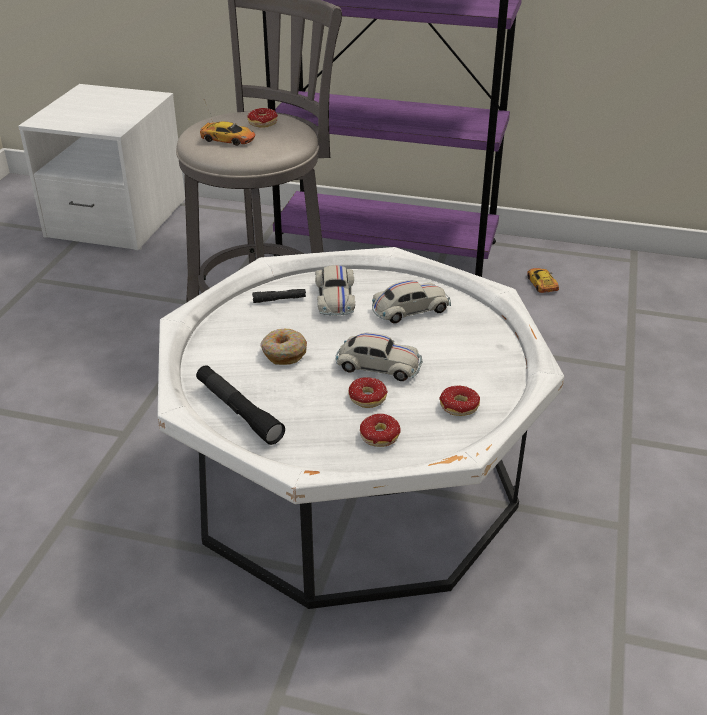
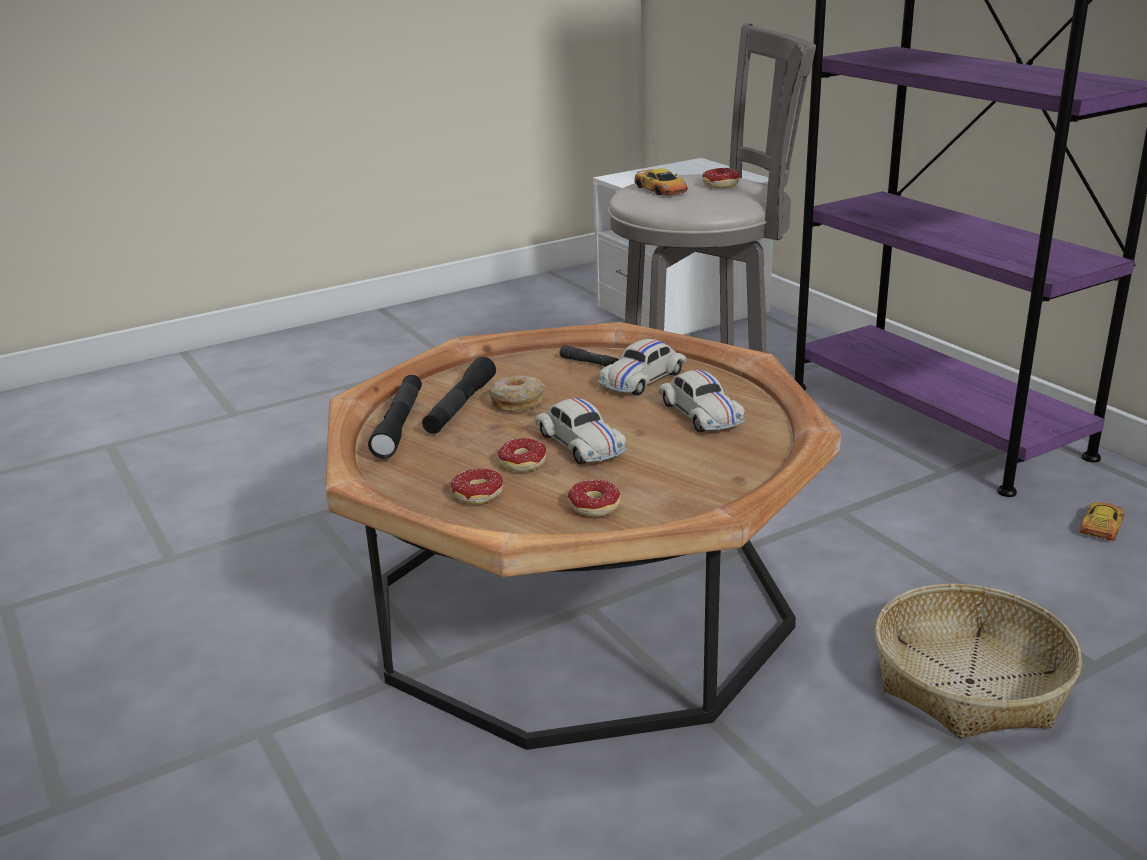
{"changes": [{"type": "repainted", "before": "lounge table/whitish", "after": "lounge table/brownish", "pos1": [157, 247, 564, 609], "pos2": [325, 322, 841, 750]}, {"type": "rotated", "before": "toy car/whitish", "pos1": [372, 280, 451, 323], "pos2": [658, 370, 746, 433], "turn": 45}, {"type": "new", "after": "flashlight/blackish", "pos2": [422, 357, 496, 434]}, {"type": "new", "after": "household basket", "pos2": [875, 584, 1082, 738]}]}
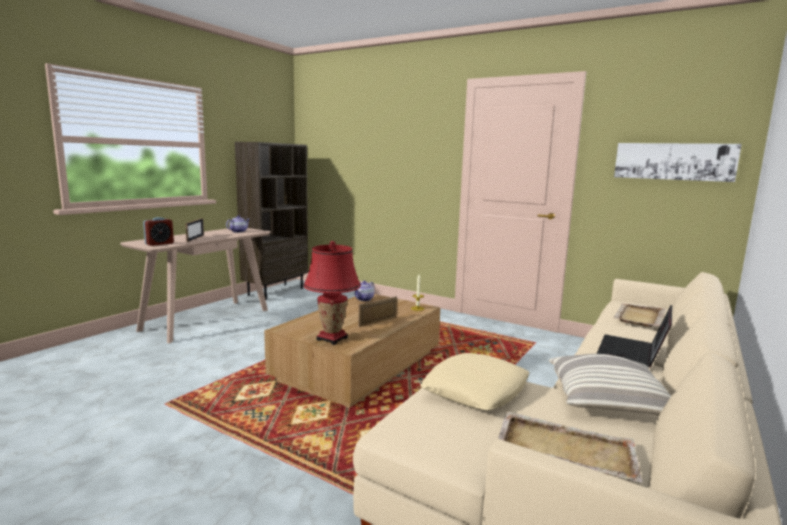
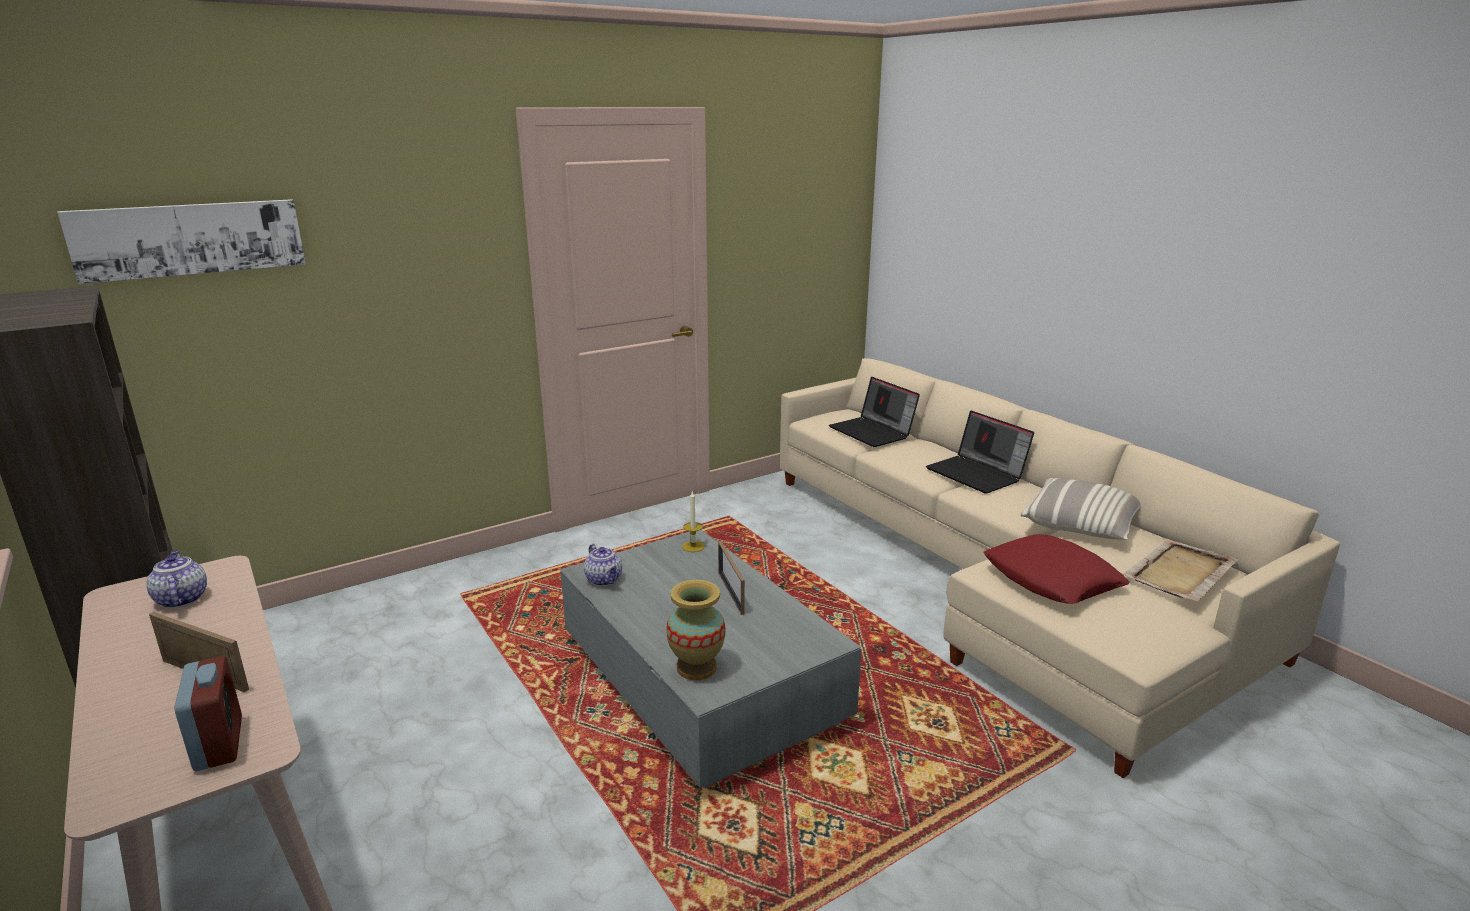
{"changes": [{"type": "shifted", "before": "picture", "pos1": [614, 143, 742, 182], "pos2": [57, 199, 306, 284]}, {"type": "gone", "before": "table lamp/reddish", "pos1": [303, 241, 361, 345]}, {"type": "repainted", "before": "lounge table/brownish", "after": "lounge table/gray", "pos1": [264, 294, 440, 408], "pos2": [560, 530, 861, 788]}, {"type": "swapped", "before": "tray/beige-coloured", "after": "laptop", "pos1": [613, 303, 666, 327], "pos2": [829, 377, 920, 447]}, {"type": "repainted", "before": "throw pillow/beige-coloured", "after": "throw pillow/reddish", "pos1": [420, 353, 529, 410], "pos2": [983, 534, 1130, 604]}, {"type": "new", "after": "vase", "pos2": [666, 580, 726, 680]}]}
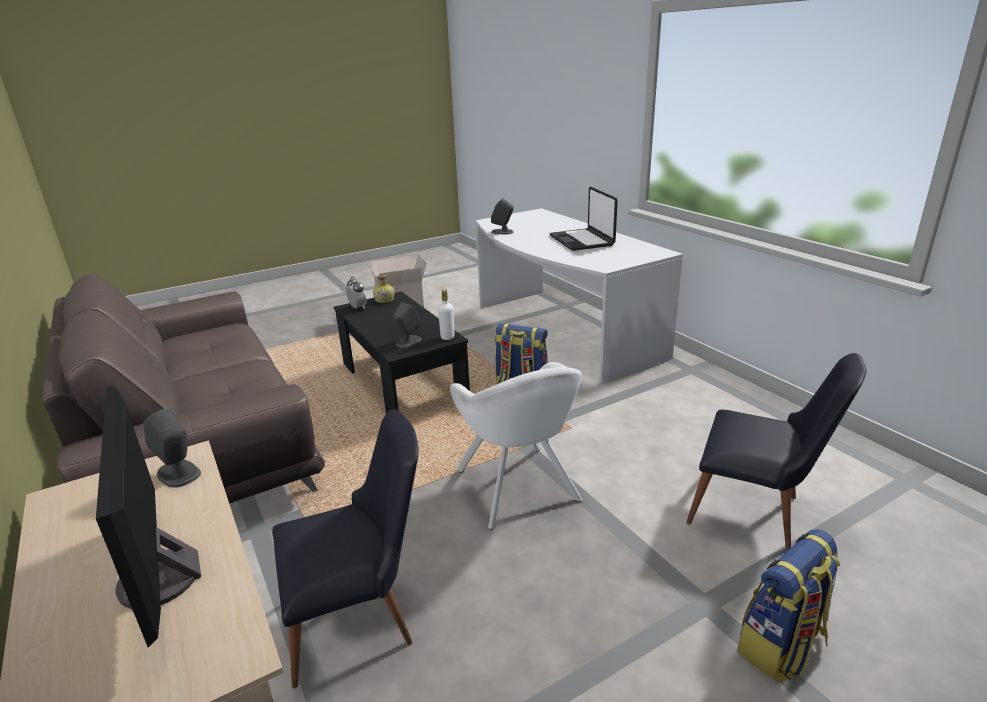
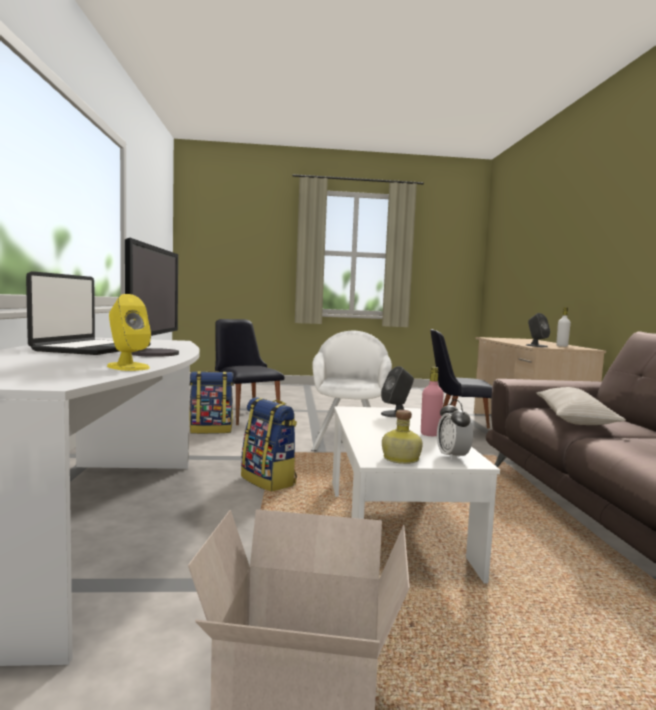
{"changes": [{"type": "repainted", "before": "loudspeaker/gray", "after": "loudspeaker/yellow-coloured", "pos1": [491, 198, 514, 234], "pos2": [107, 294, 151, 371]}, {"type": "shifted", "before": "bottle/whitish", "pos1": [438, 289, 455, 340], "pos2": [556, 307, 571, 347]}, {"type": "repainted", "before": "lounge table/blackish", "after": "lounge table/whitish", "pos1": [334, 291, 470, 414], "pos2": [332, 406, 500, 584]}, {"type": "shifted", "before": "computer display", "pos1": [96, 386, 201, 647], "pos2": [125, 238, 179, 357]}, {"type": "shifted", "before": "rucksack", "pos1": [737, 529, 840, 683], "pos2": [190, 371, 234, 434]}, {"type": "new", "after": "bottle/pinkish", "pos2": [421, 367, 444, 436]}, {"type": "new", "after": "throw pillow/beige-coloured", "pos2": [536, 387, 626, 425]}]}
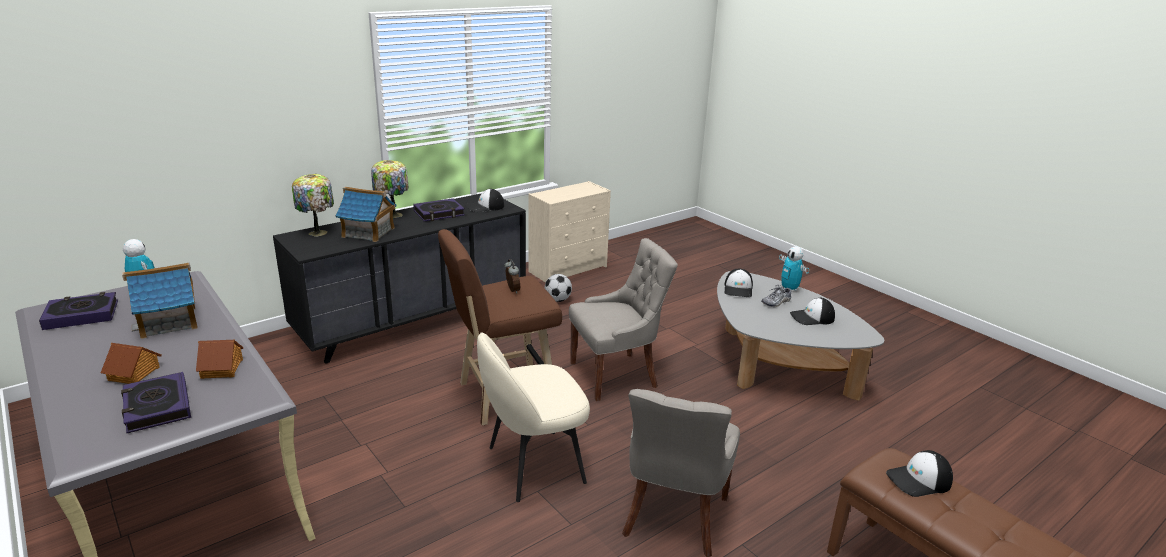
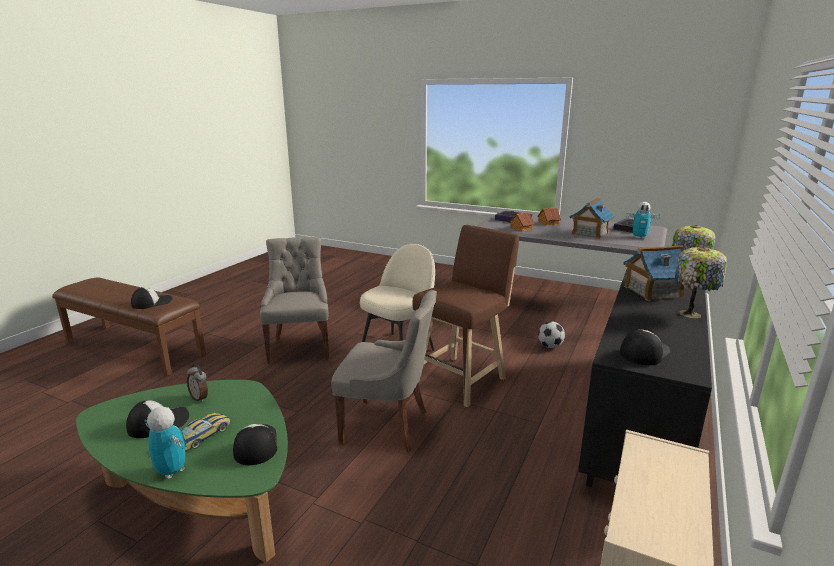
{"changes": [{"type": "gone", "before": "bound book", "pos1": [413, 198, 465, 221]}, {"type": "rotated", "before": "chair/gray", "pos1": [569, 238, 678, 401], "pos2": [331, 290, 437, 453], "turn": -120}, {"type": "shifted", "before": "bedside clock", "pos1": [504, 259, 520, 294], "pos2": [187, 364, 208, 402]}, {"type": "repainted", "before": "lounge table/gray", "after": "lounge table/green-coloured", "pos1": [717, 271, 884, 401], "pos2": [76, 380, 288, 562]}, {"type": "shifted", "before": "football ball", "pos1": [545, 274, 572, 302], "pos2": [538, 321, 565, 348]}, {"type": "swapped", "before": "item of footwear", "after": "toy car", "pos1": [761, 285, 791, 307], "pos2": [182, 413, 230, 451]}]}
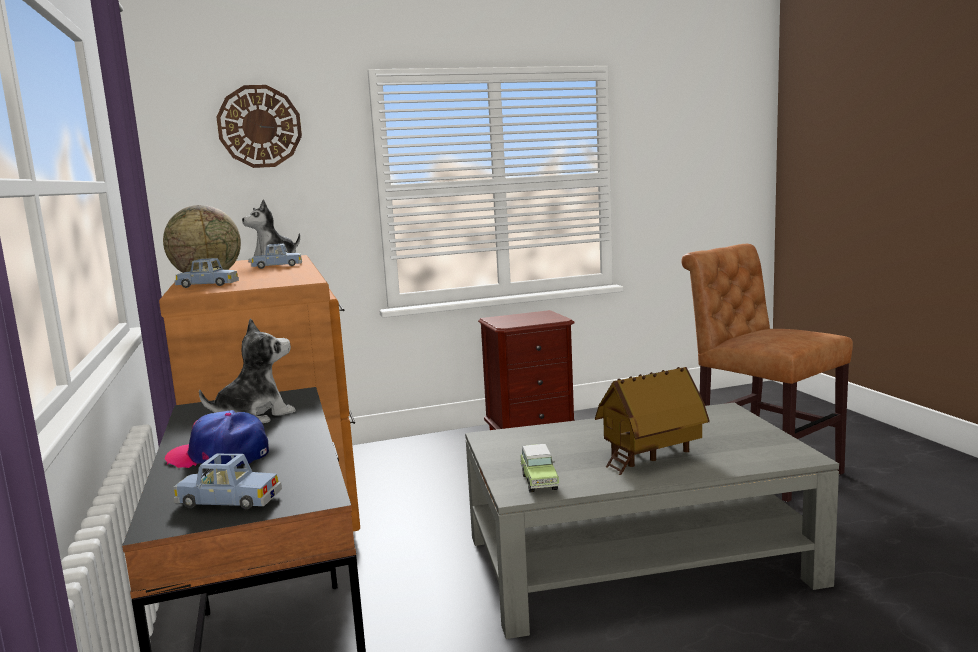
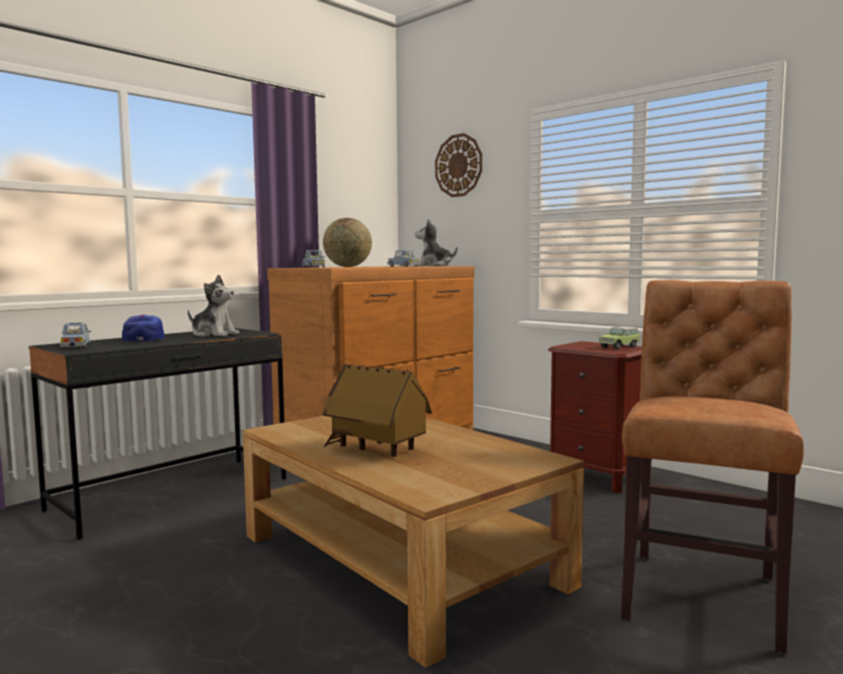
{"changes": [{"type": "repainted", "before": "lounge table/gray", "after": "lounge table/brownish", "pos1": [465, 403, 839, 639], "pos2": [243, 416, 584, 668]}, {"type": "shifted", "before": "toy car", "pos1": [520, 444, 559, 492], "pos2": [599, 326, 640, 349]}]}
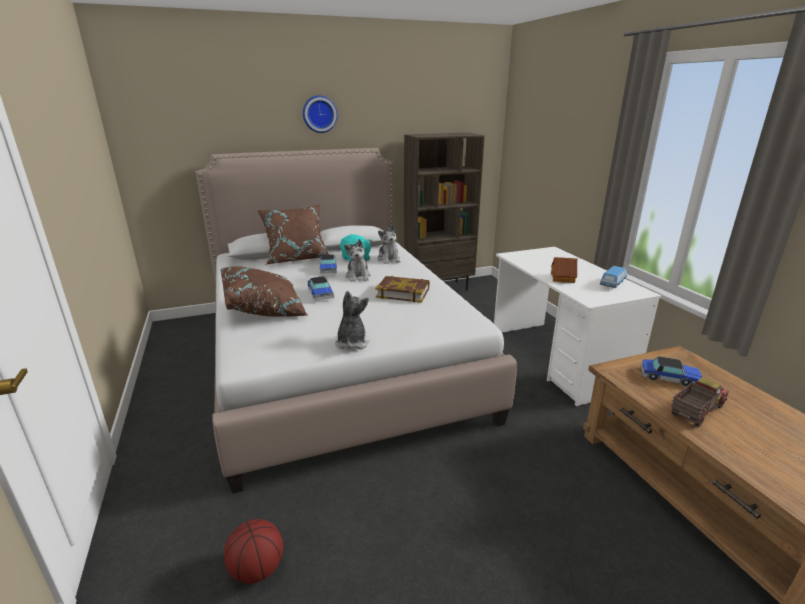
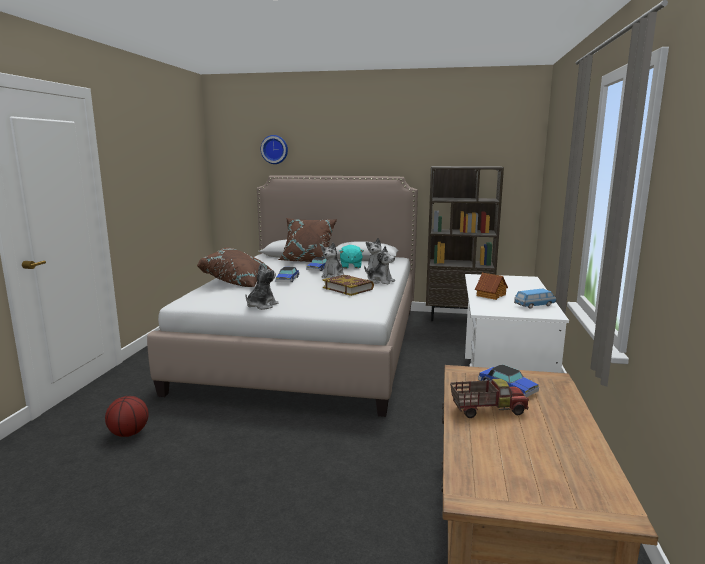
{"changes": [{"type": "shifted", "before": "clock on the wall", "pos1": [303, 95, 337, 133], "pos2": [261, 135, 288, 164]}, {"type": "new", "after": "cuddly toy", "pos2": [364, 246, 395, 284]}]}
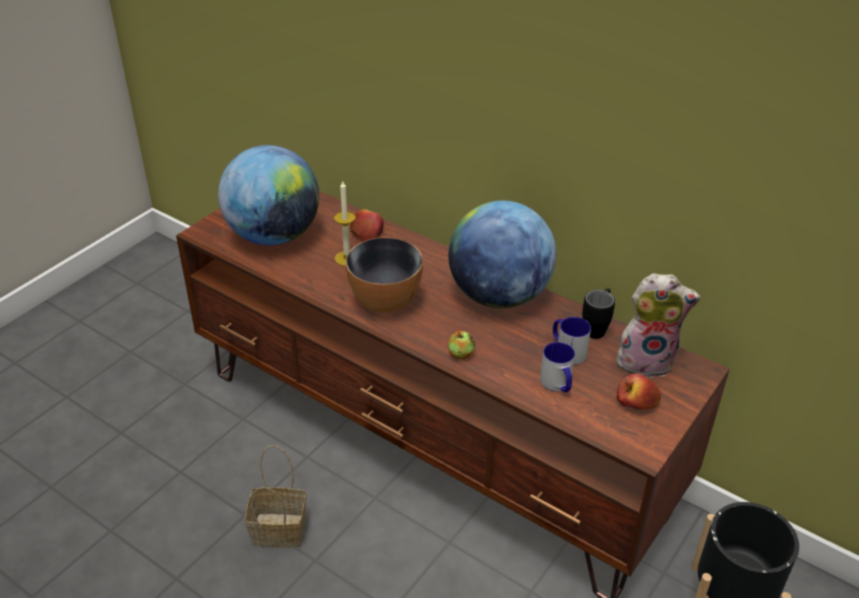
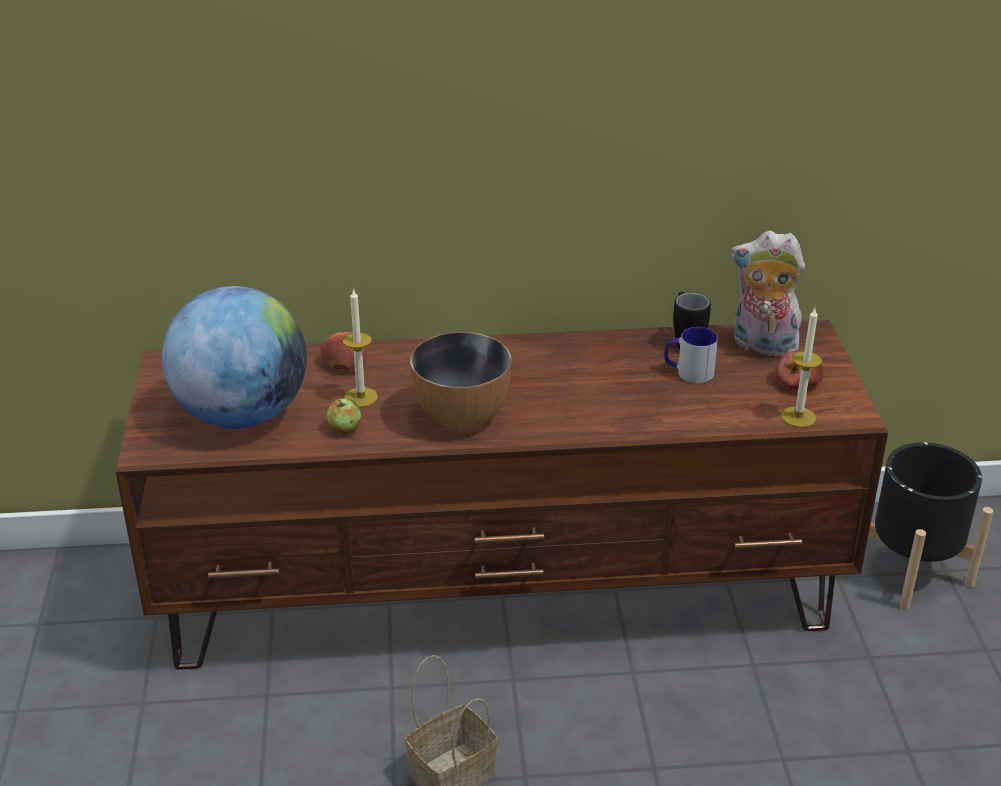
{"changes": [{"type": "gone", "before": "desk globe", "pos1": [448, 201, 556, 308]}, {"type": "rotated", "before": "cuddly toy", "pos1": [616, 273, 701, 378], "pos2": [731, 230, 805, 357], "turn": -120}, {"type": "shifted", "before": "apple", "pos1": [448, 331, 475, 359], "pos2": [327, 399, 361, 434]}, {"type": "gone", "before": "mug", "pos1": [540, 342, 575, 392]}, {"type": "new", "after": "wax light", "pos2": [781, 308, 822, 427]}]}
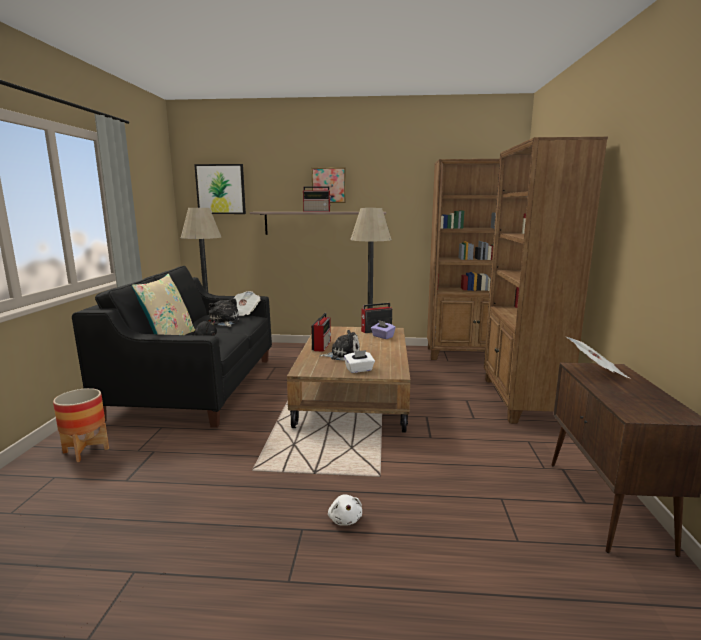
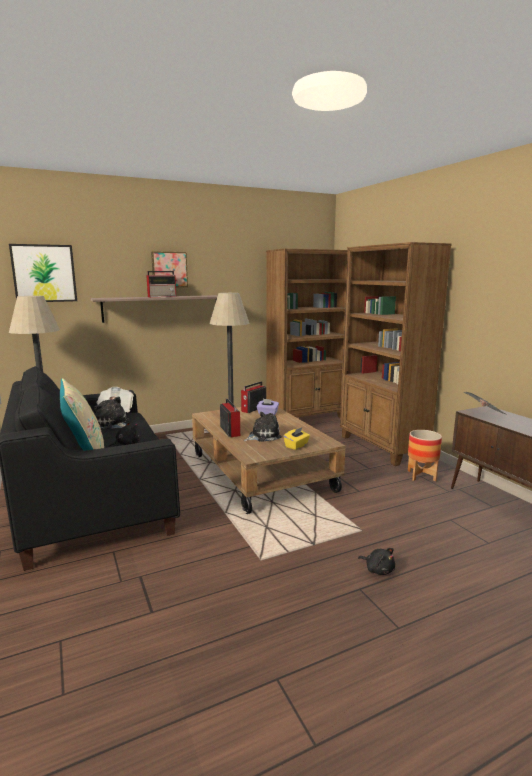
{"changes": [{"type": "repainted", "before": "box of tissues/whitish", "after": "box of tissues/yellow-coloured", "pos1": [344, 350, 375, 373], "pos2": [283, 427, 310, 450]}, {"type": "shifted", "before": "planter", "pos1": [53, 388, 109, 462], "pos2": [408, 430, 442, 482]}, {"type": "repainted", "before": "cuddly toy/whitish", "after": "cuddly toy/blackish", "pos1": [328, 494, 362, 526], "pos2": [358, 548, 395, 575]}]}
